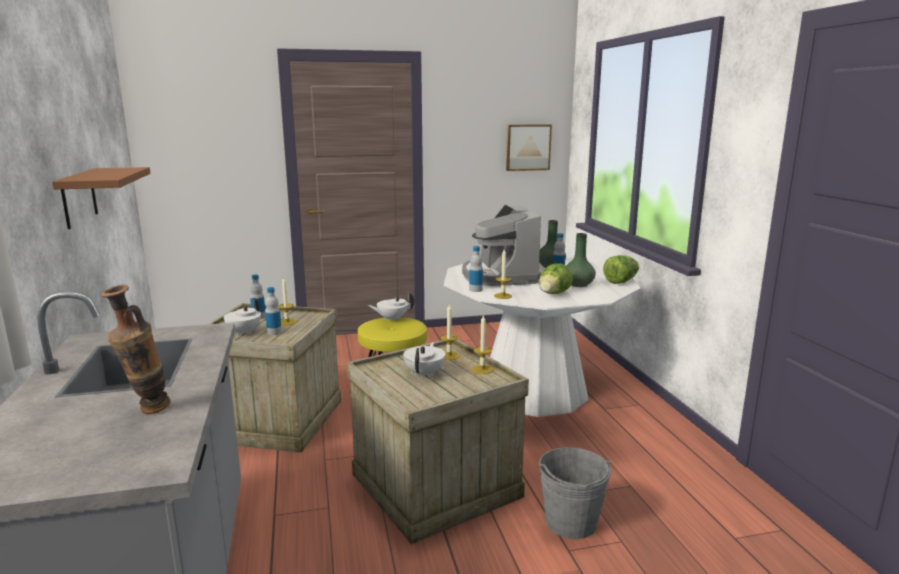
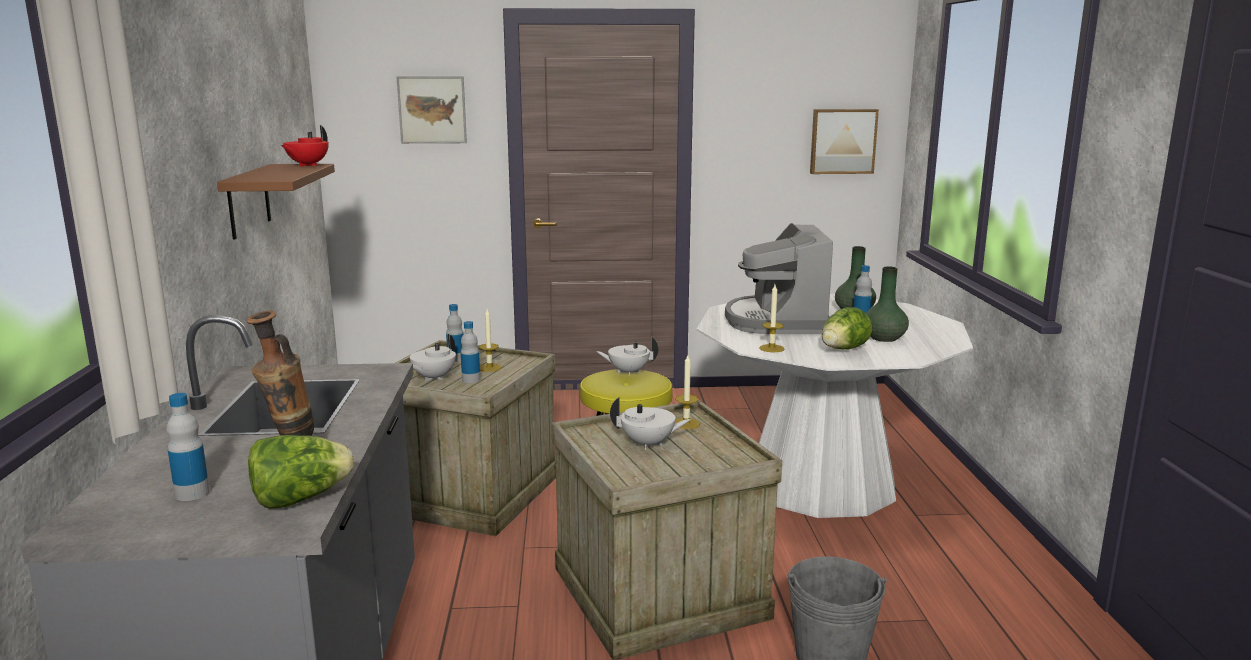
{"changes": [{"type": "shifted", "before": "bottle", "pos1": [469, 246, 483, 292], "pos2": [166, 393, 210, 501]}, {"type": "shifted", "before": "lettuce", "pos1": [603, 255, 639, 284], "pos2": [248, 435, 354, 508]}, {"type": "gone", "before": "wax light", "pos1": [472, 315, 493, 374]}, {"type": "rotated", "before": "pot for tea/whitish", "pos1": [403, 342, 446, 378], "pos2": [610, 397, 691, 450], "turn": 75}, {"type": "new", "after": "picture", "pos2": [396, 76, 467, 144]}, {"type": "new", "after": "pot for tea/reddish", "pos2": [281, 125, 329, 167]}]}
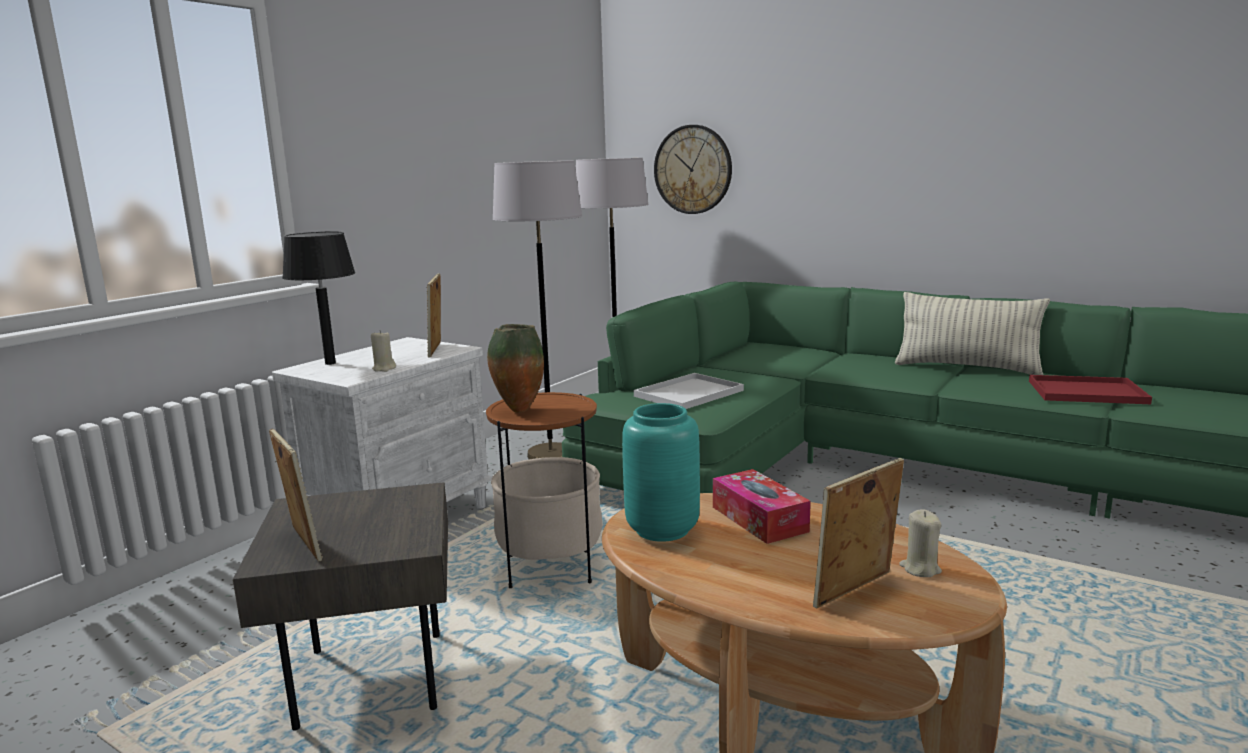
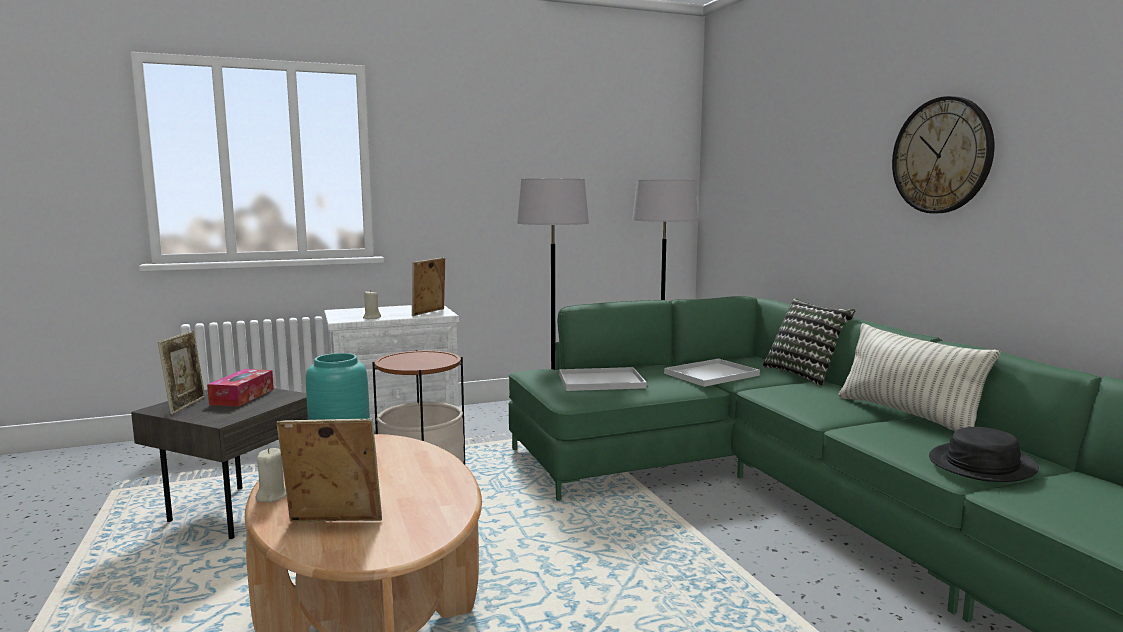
{"changes": [{"type": "shifted", "before": "clock on the wall", "pos1": [654, 125, 732, 214], "pos2": [892, 96, 994, 214]}, {"type": "gone", "before": "table lamp/blackish", "pos1": [282, 232, 355, 365]}, {"type": "gone", "before": "vase", "pos1": [487, 324, 544, 413]}, {"type": "swapped", "before": "tray/reddish", "after": "wearable hat/blackish", "pos1": [1029, 375, 1152, 404], "pos2": [929, 427, 1039, 482]}, {"type": "shifted", "before": "box of tissues", "pos1": [713, 469, 811, 544], "pos2": [207, 369, 274, 407]}, {"type": "shifted", "before": "wax light/beige-coloured", "pos1": [899, 510, 942, 577], "pos2": [255, 448, 287, 502]}, {"type": "new", "after": "throw pillow", "pos2": [763, 298, 856, 386]}, {"type": "new", "after": "tray/whitish", "pos2": [664, 359, 760, 387]}]}
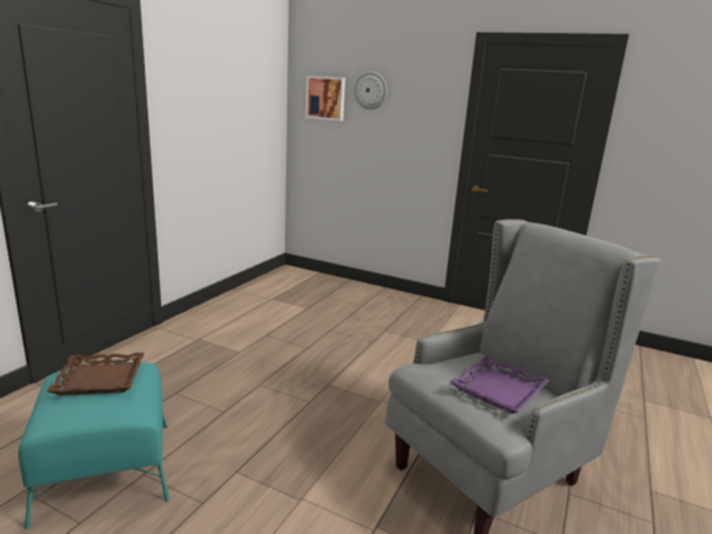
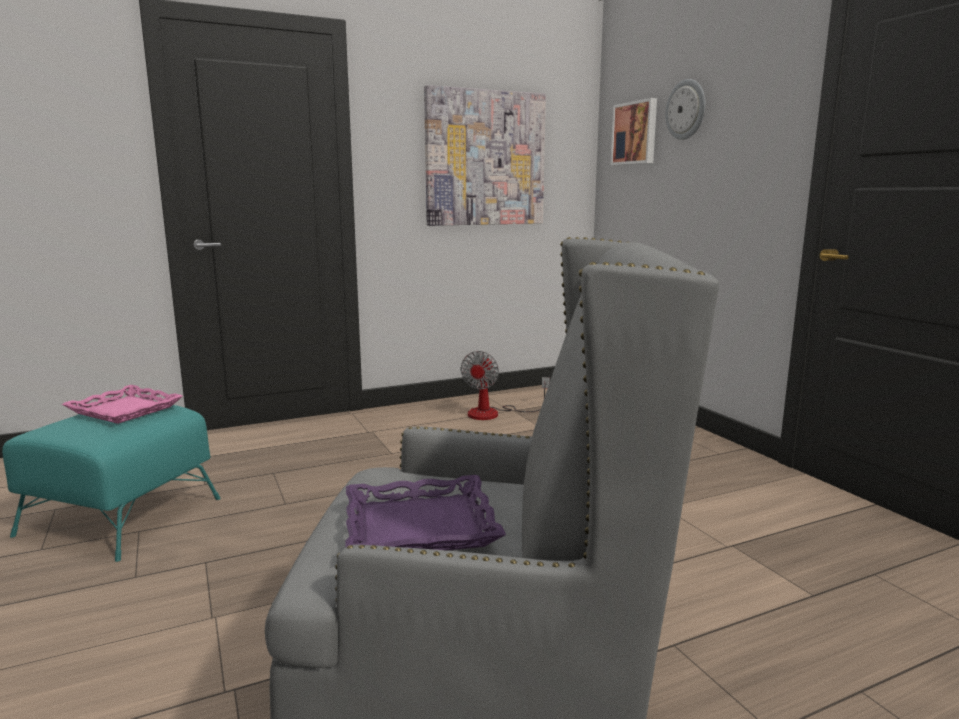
{"changes": [{"type": "repainted", "before": "tray/brownish", "after": "tray/pinkish", "pos1": [46, 353, 145, 395], "pos2": [62, 385, 183, 424]}, {"type": "new", "after": "picture", "pos2": [424, 85, 546, 226]}, {"type": "new", "after": "electric fan", "pos2": [460, 351, 550, 420]}]}
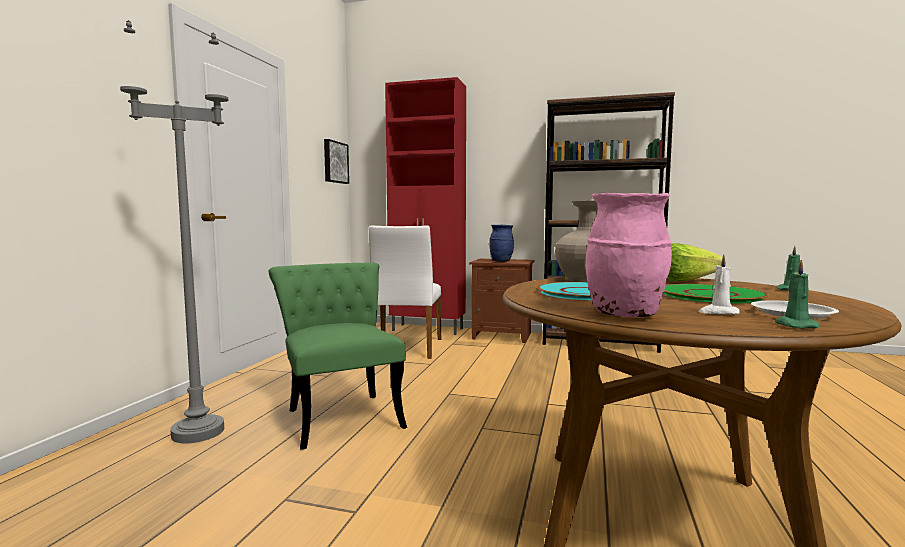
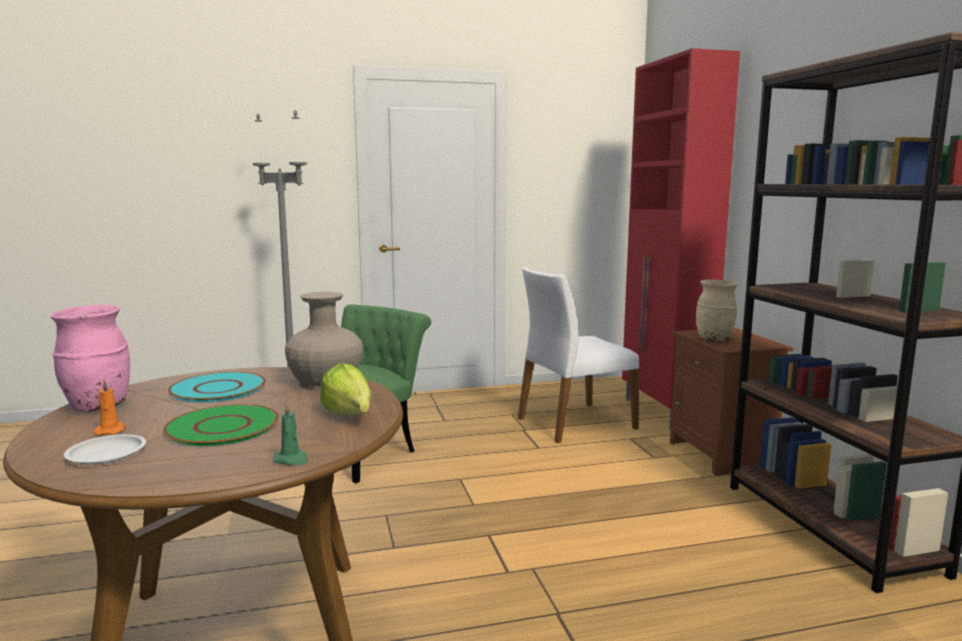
{"changes": [{"type": "gone", "before": "picture", "pos1": [324, 139, 349, 184]}, {"type": "repainted", "before": "vase/blue-coloured", "after": "vase/beige-coloured", "pos1": [489, 225, 514, 262], "pos2": [696, 280, 738, 341]}, {"type": "repainted", "before": "wax light/whitish", "after": "wax light/orange", "pos1": [699, 254, 740, 314], "pos2": [93, 379, 126, 435]}, {"type": "gone", "before": "wax light/green-coloured", "pos1": [775, 259, 820, 329]}]}
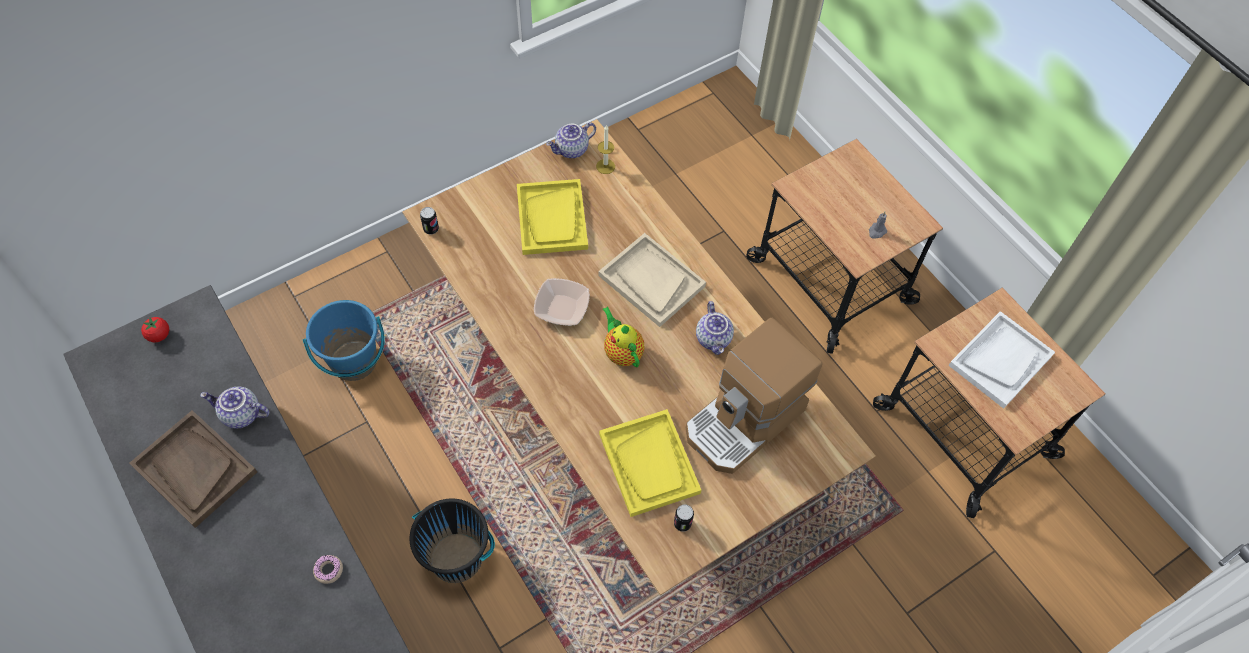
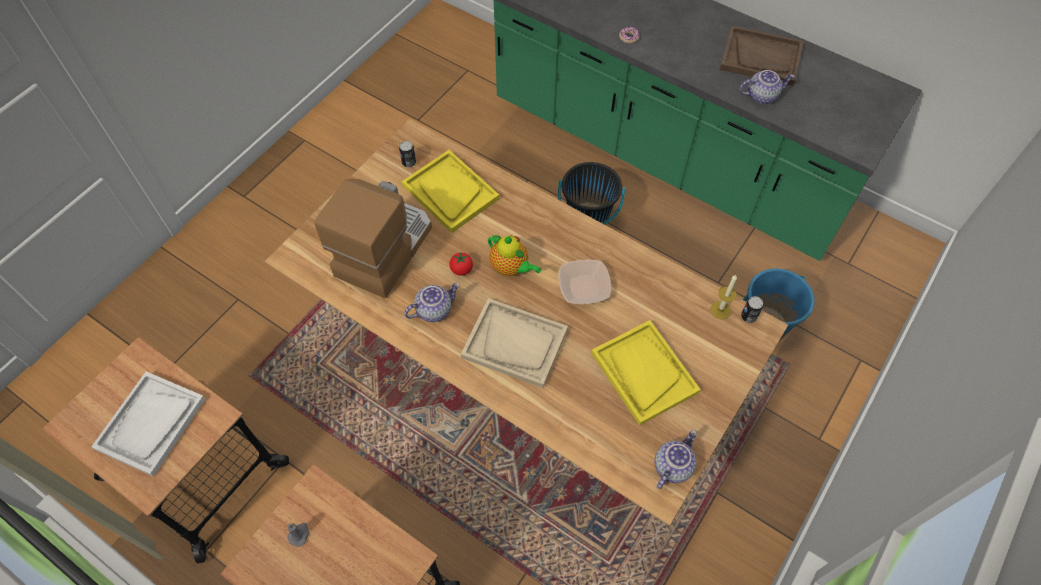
{"changes": [{"type": "shifted", "before": "wax light", "pos1": [596, 125, 615, 174], "pos2": [710, 275, 737, 319]}, {"type": "rotated", "before": "pot for tea", "pos1": [696, 301, 734, 355], "pos2": [404, 283, 460, 322], "turn": 90}, {"type": "shifted", "before": "whole tomato", "pos1": [141, 317, 169, 342], "pos2": [450, 252, 473, 276]}]}
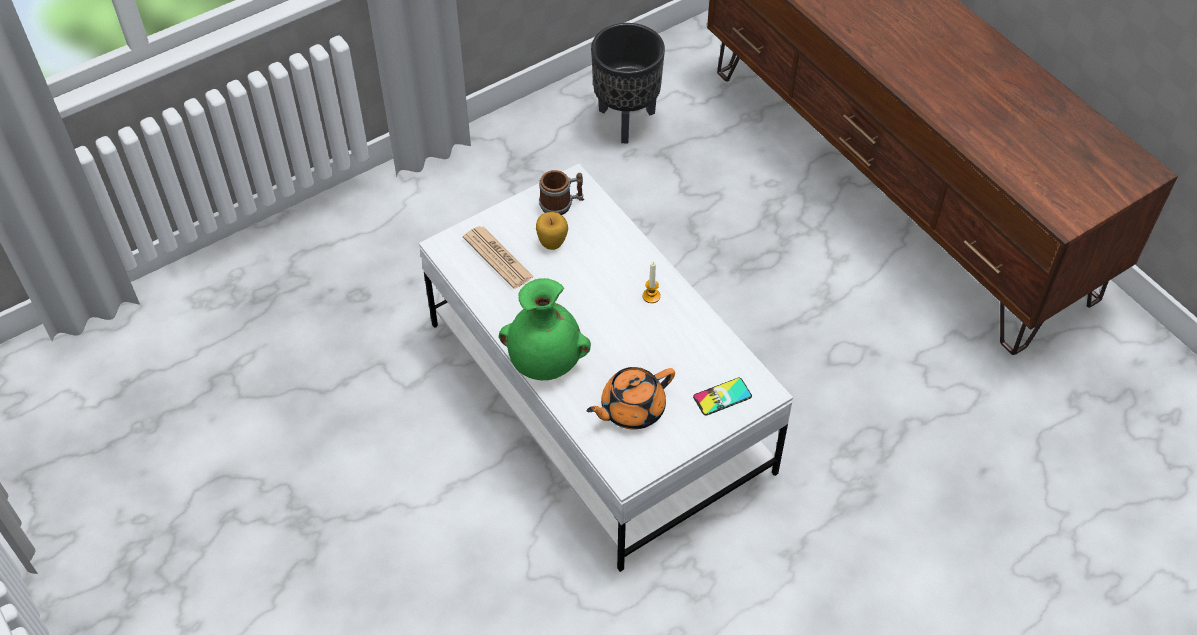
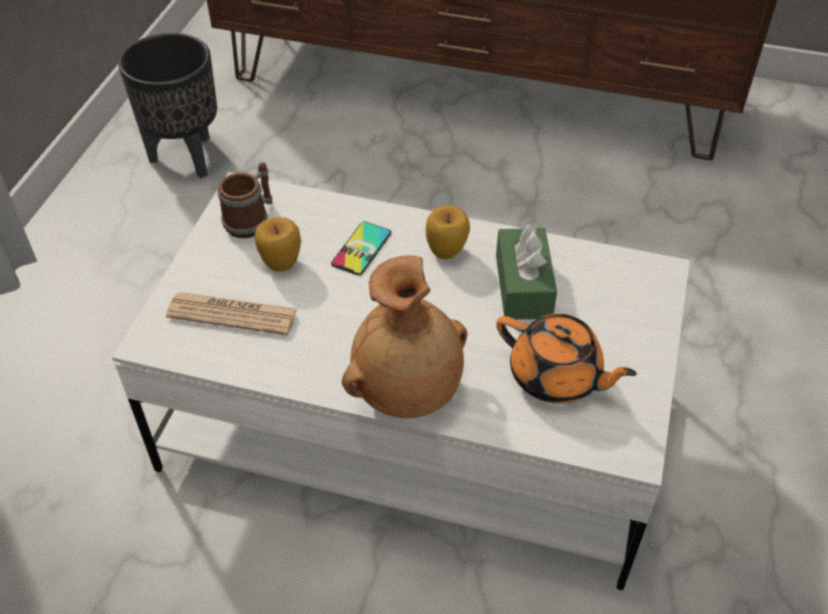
{"changes": [{"type": "swapped", "before": "wax light", "after": "apple", "pos1": [643, 262, 661, 303], "pos2": [426, 206, 470, 259]}, {"type": "repainted", "before": "vase/green-coloured", "after": "vase/brownish", "pos1": [499, 278, 591, 380], "pos2": [342, 255, 467, 418]}, {"type": "rotated", "before": "pot for tea/orange", "pos1": [586, 367, 675, 430], "pos2": [496, 314, 637, 404], "turn": -75}, {"type": "shifted", "before": "handset", "pos1": [693, 378, 752, 416], "pos2": [331, 222, 392, 275]}, {"type": "new", "after": "box of tissues/green-coloured", "pos2": [496, 224, 557, 320]}]}
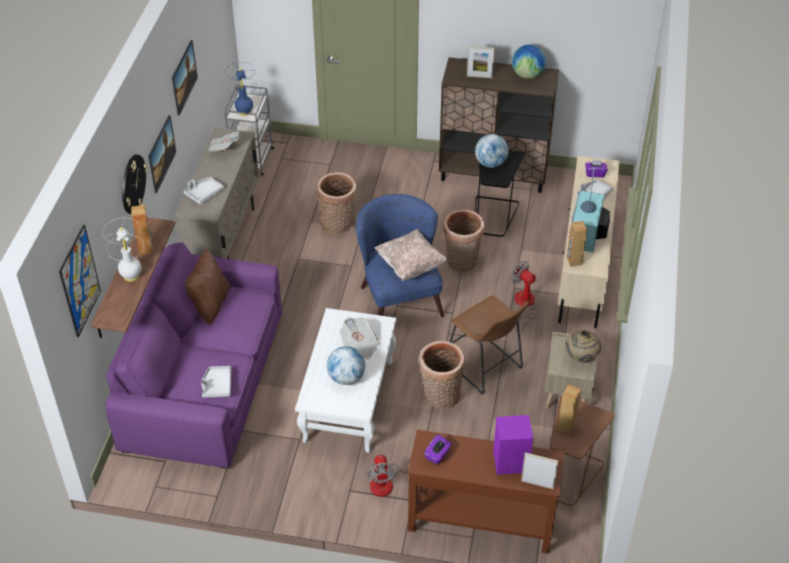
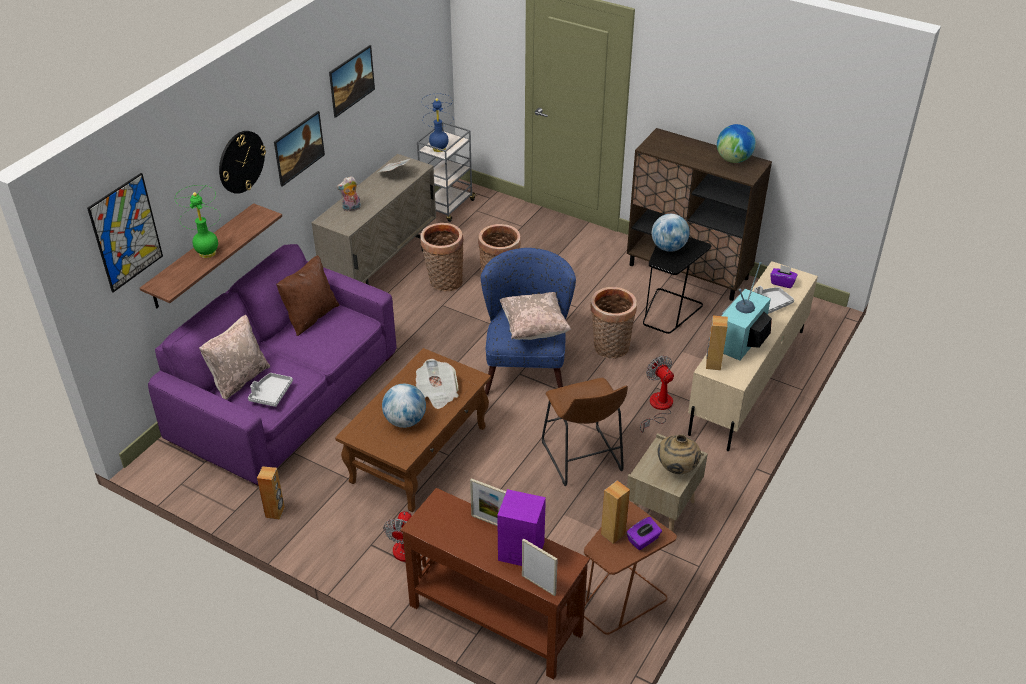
{"changes": [{"type": "shifted", "before": "standing frame", "pos1": [467, 46, 494, 78], "pos2": [470, 478, 506, 526]}, {"type": "swapped", "before": "tray/gray", "after": "cuddly toy", "pos1": [183, 177, 224, 204], "pos2": [337, 176, 361, 212]}, {"type": "shifted", "before": "loudspeaker/brownish", "pos1": [131, 205, 153, 255], "pos2": [257, 466, 285, 520]}, {"type": "repainted", "before": "table lamp/whitish", "after": "table lamp/green-coloured", "pos1": [103, 218, 144, 282], "pos2": [175, 185, 220, 258]}, {"type": "repainted", "before": "lounge table/whitish", "after": "lounge table/brownish", "pos1": [295, 308, 396, 453], "pos2": [335, 348, 491, 512]}, {"type": "shifted", "before": "household basket", "pos1": [419, 341, 465, 409], "pos2": [420, 223, 464, 291]}, {"type": "shifted", "before": "box of tissues/purple", "pos1": [424, 434, 452, 465], "pos2": [627, 517, 662, 550]}, {"type": "new", "after": "throw pillow/beige-coloured", "pos2": [199, 315, 270, 400]}]}
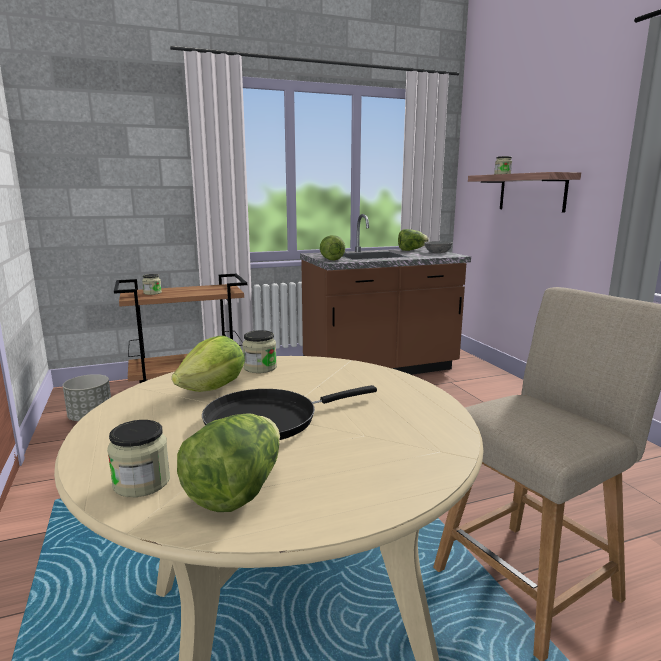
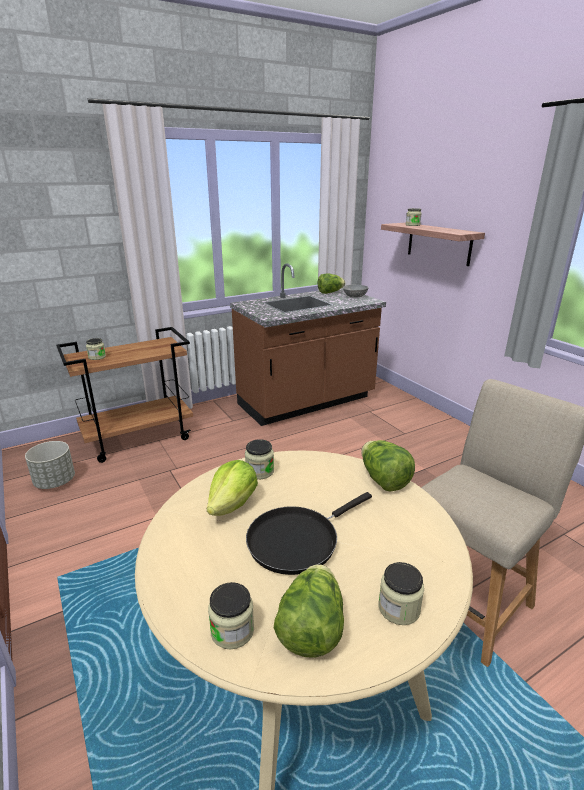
{"changes": [{"type": "shifted", "before": "lettuce", "pos1": [320, 235, 345, 261], "pos2": [361, 440, 415, 492]}, {"type": "new", "after": "preserve jar", "pos2": [379, 562, 424, 625]}]}
